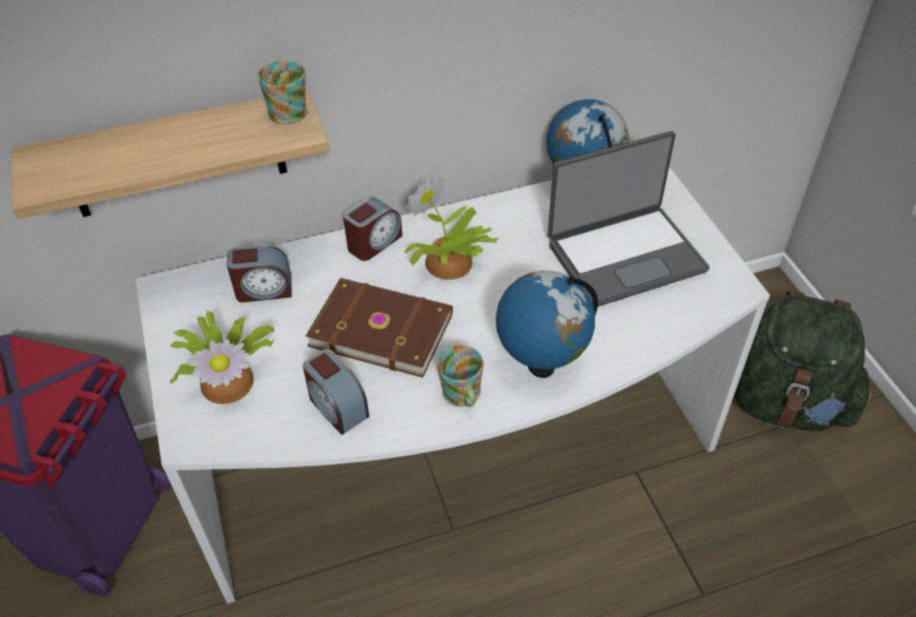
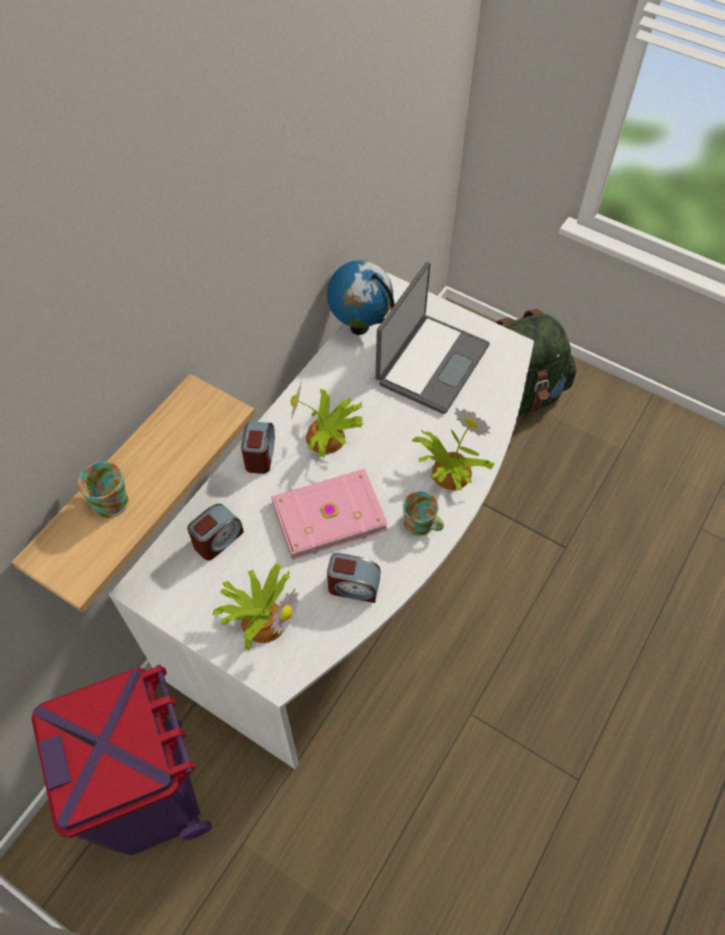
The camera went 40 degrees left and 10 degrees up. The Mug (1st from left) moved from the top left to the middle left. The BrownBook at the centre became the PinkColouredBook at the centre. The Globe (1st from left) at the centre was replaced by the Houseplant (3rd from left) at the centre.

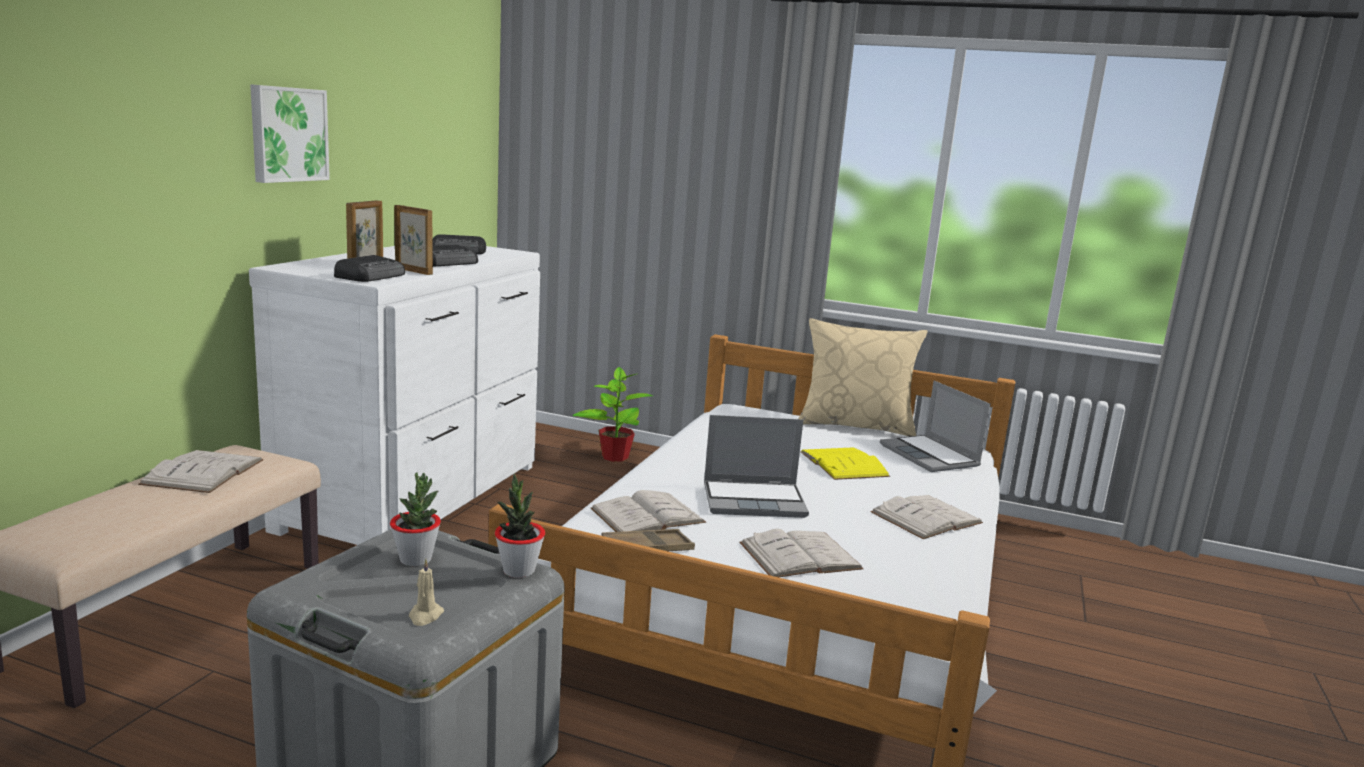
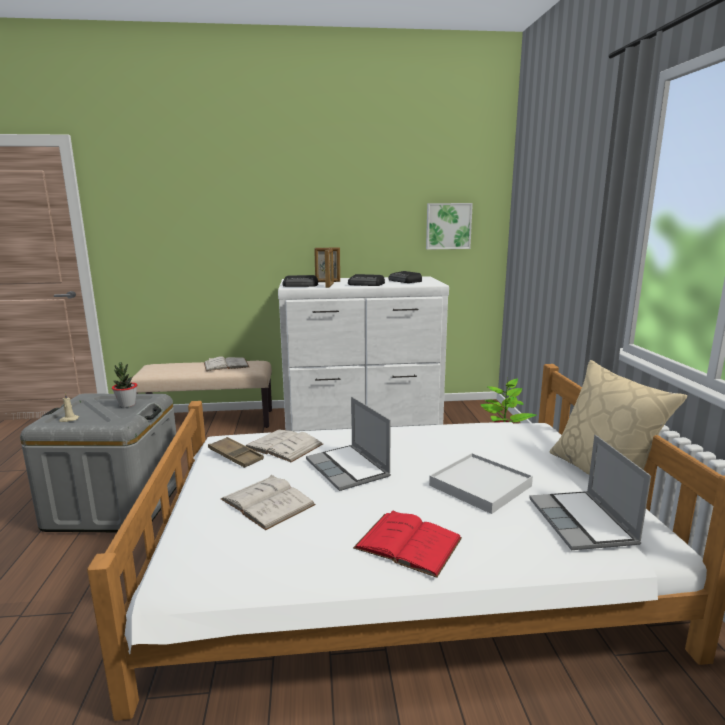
The camera went 65 degrees right and 0 degrees up. The WallArt moved from the top left to the top centre. The Houseplant (2nd from left) at the bottom centre disappeared. The YellowBook at the centre was replaced by the WhiteColouredTray at the centre. The WhiteColouredBook (4th from left) at the bottom right became the ReddishBook at the bottom centre. The PortableComputer (2nd from left) at the middle right turned 45 degrees counterclockwise.

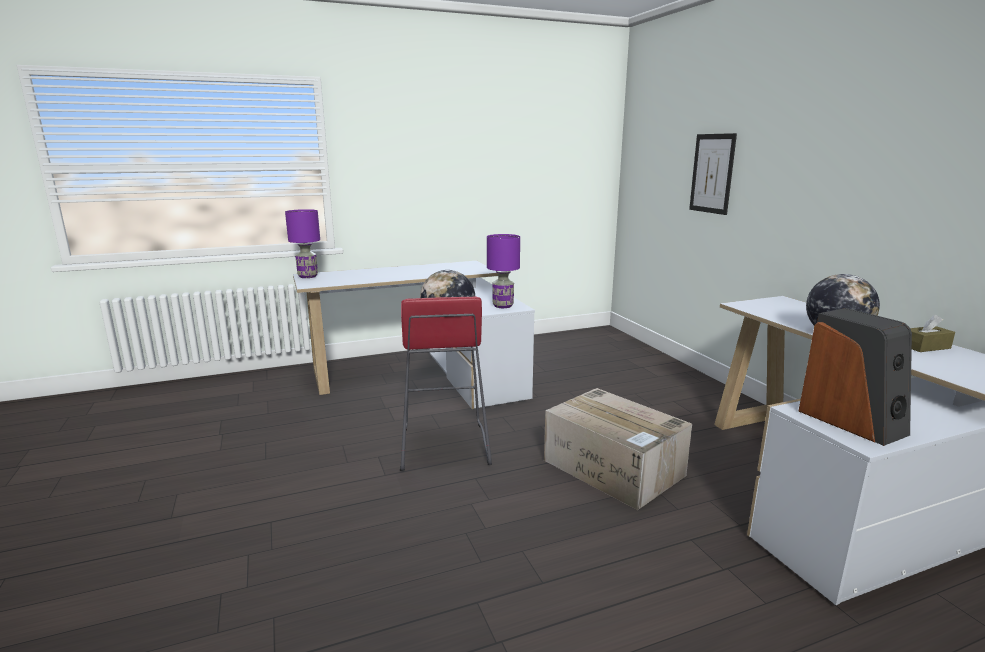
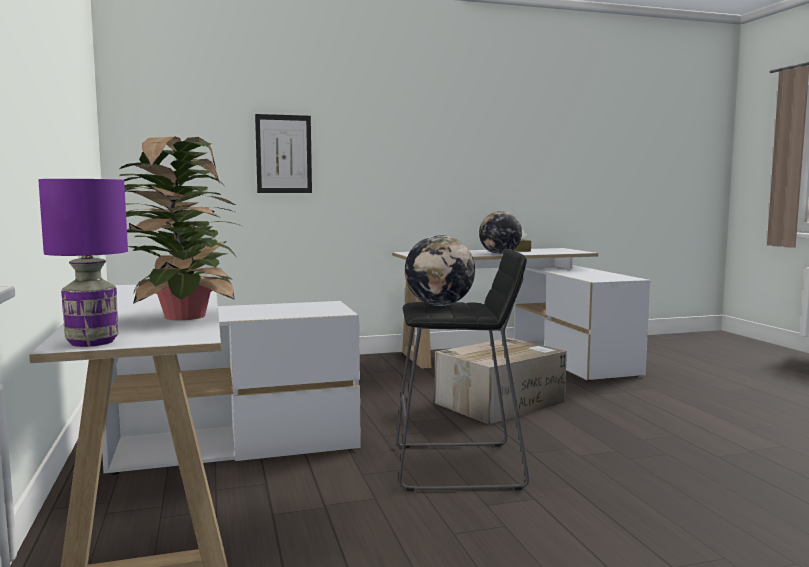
The camera went 85 degrees left and 10 degrees down. The ReddishSittingStool at the centre became the BlackColouredSittingStool at the centre. The PurplishLampForATable (2nd from left) at the centre disappeared. The Speaker at the middle right disappeared. The Houseplant at the middle left appeared.

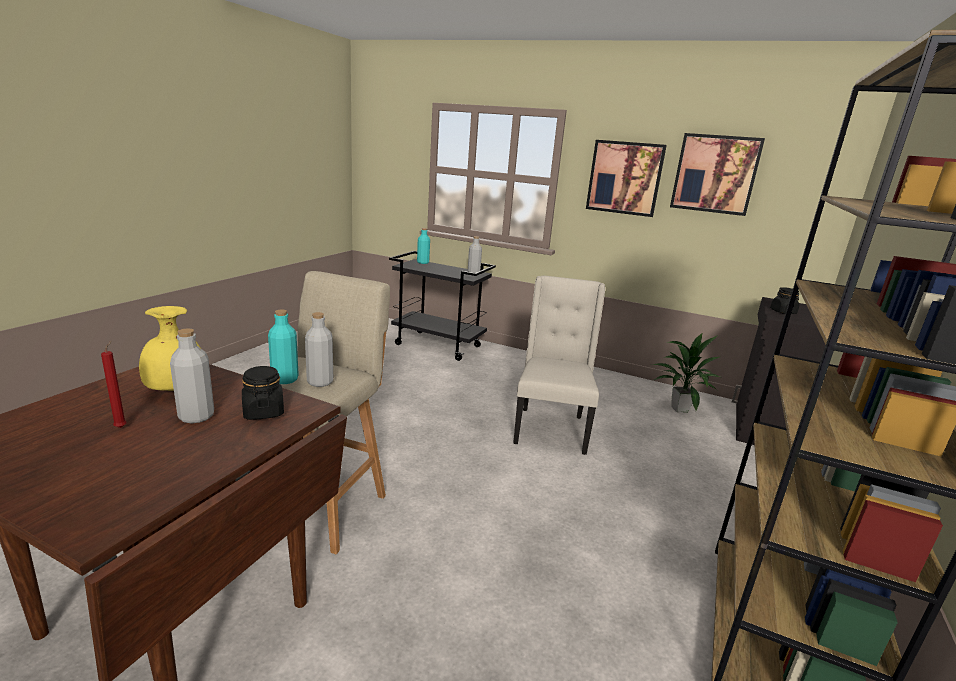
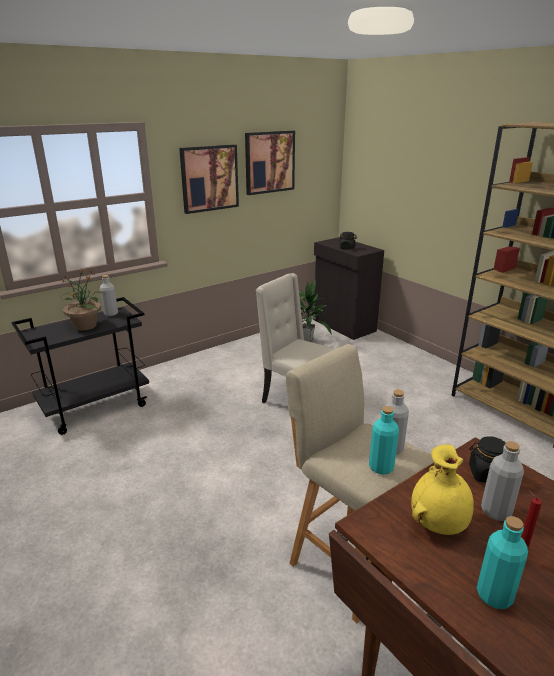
The camera went 60 degrees left and 5 degrees up. The TurquoiseDrinkBottle (2nd from left) moved from the centre to the bottom right. The Houseplant (1st from left) at the middle left appeared.

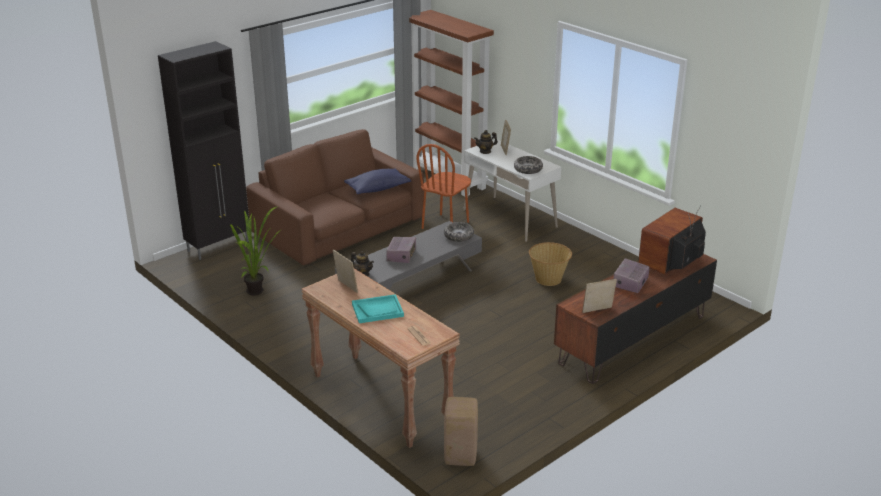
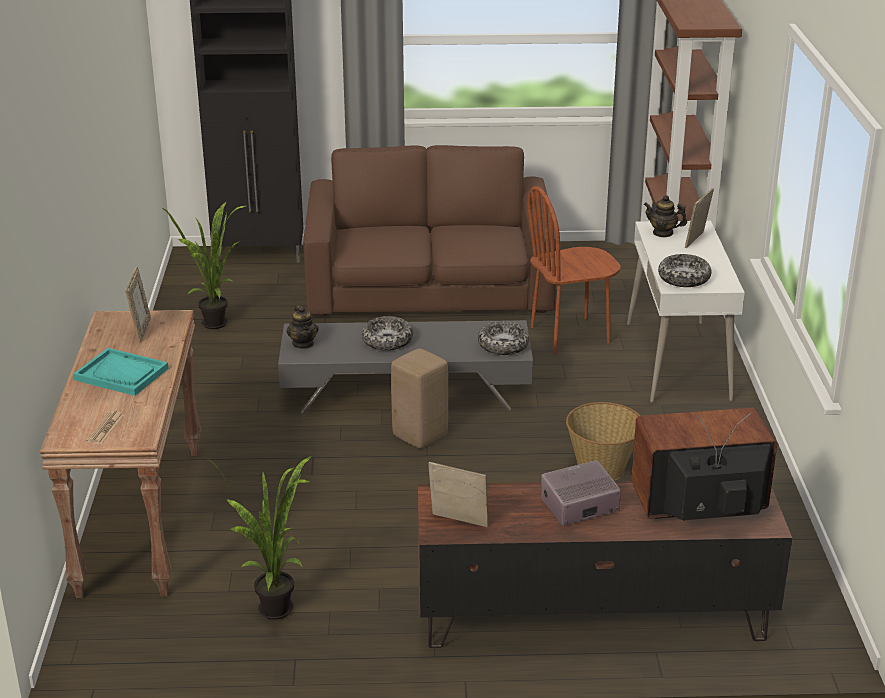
The camera went 40 degrees right and 0 degrees up. The BluishPillow at the centre disappeared. The RadioSet (1st from left) at the centre was replaced by the DeepDish (1st from left) at the centre. The SandColouredSittingStool moved from the bottom centre to the centre. The Houseplant (2nd from left) at the bottom left appeared.

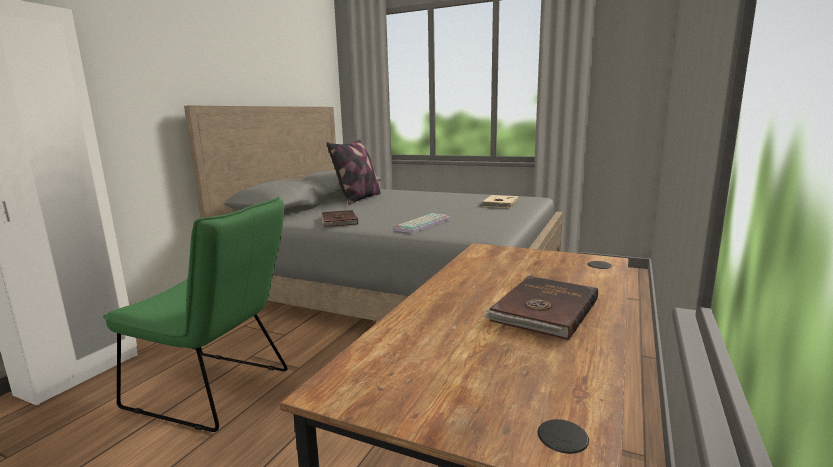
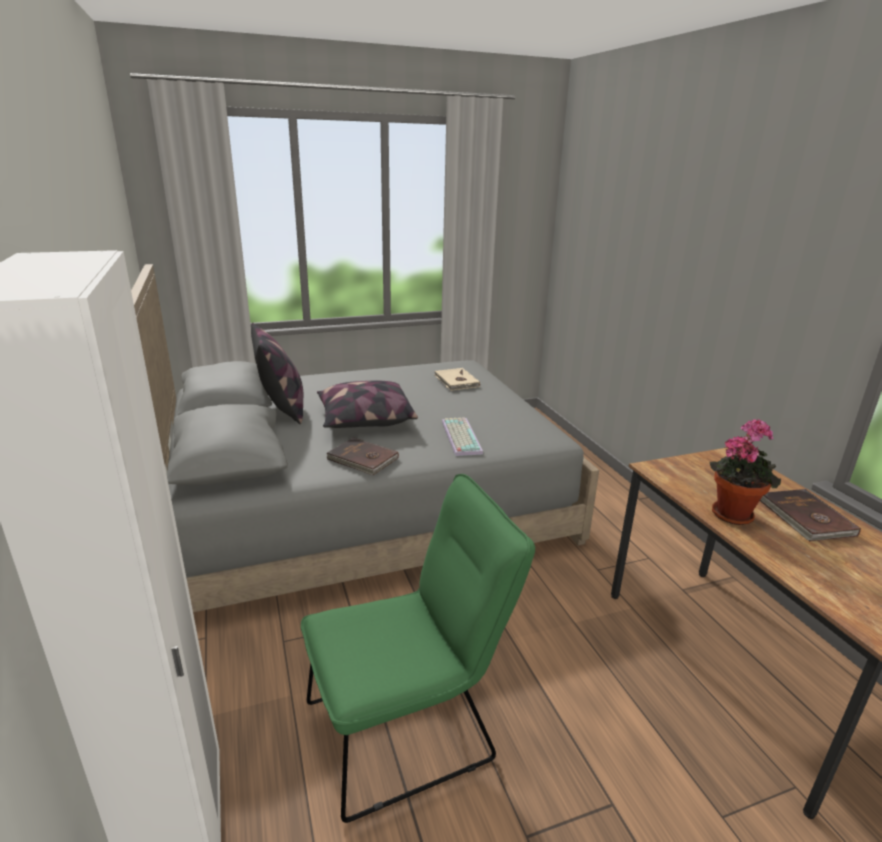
The camera went 45 degrees left and 10 degrees up. The Pillow (2nd from left) at the centre appeared. The Houseplant at the middle right appeared.

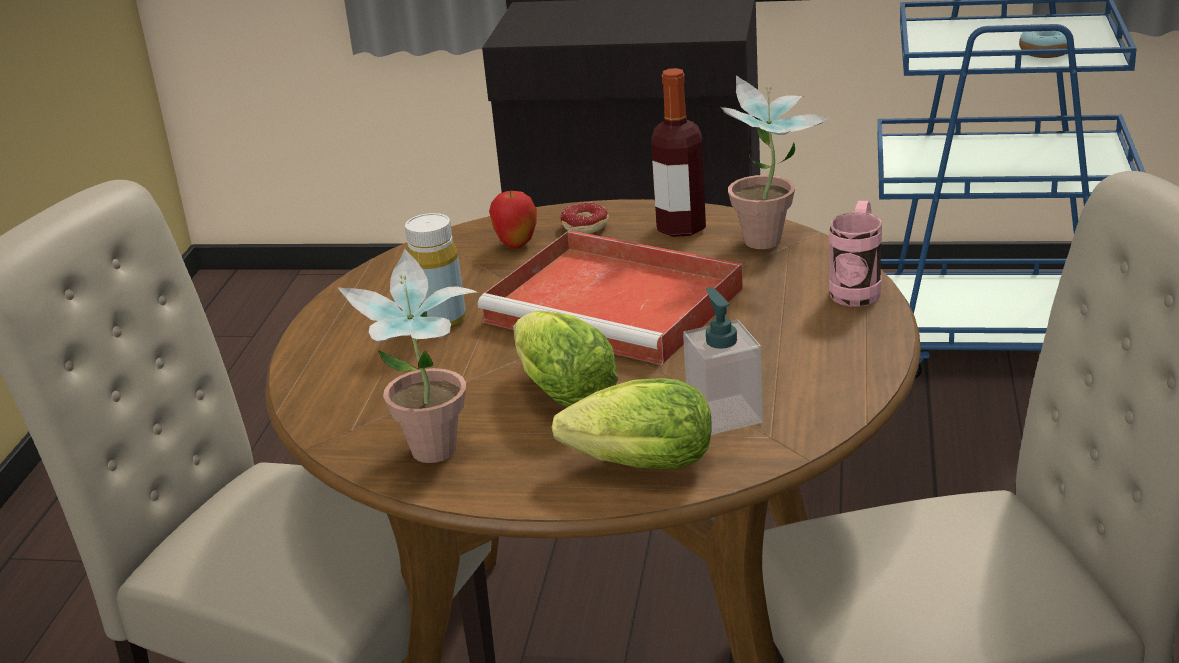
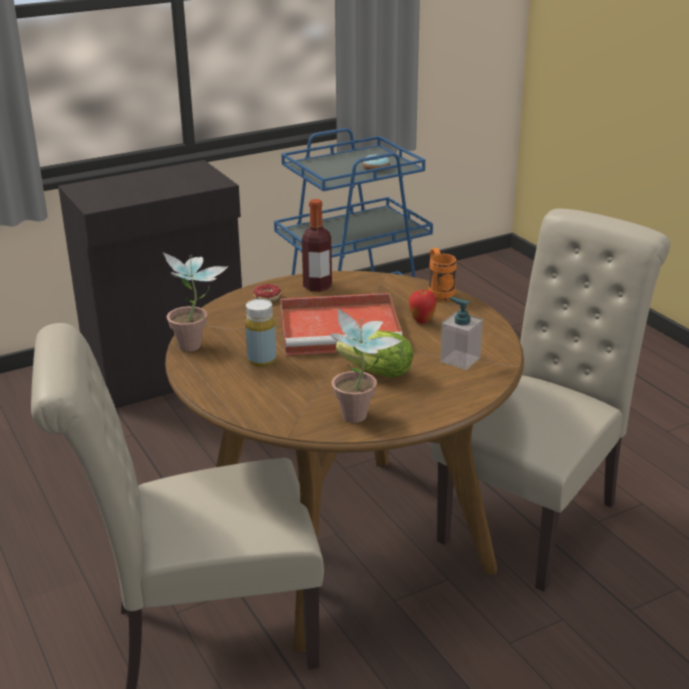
The camera went 40 degrees left and 0 degrees up. The WholeApple moved from the top centre to the centre. The HeadOfLettuce (2nd from left) at the centre disappeared. The Houseplant (2nd from left in the first image) moved from the top centre to the middle left. The PinkColouredMug at the middle right became the OrangeColouredMug at the centre.

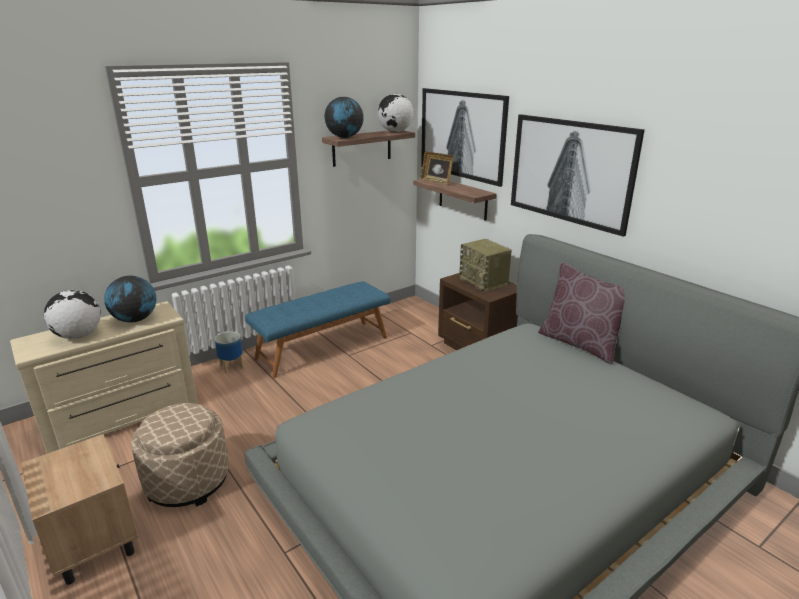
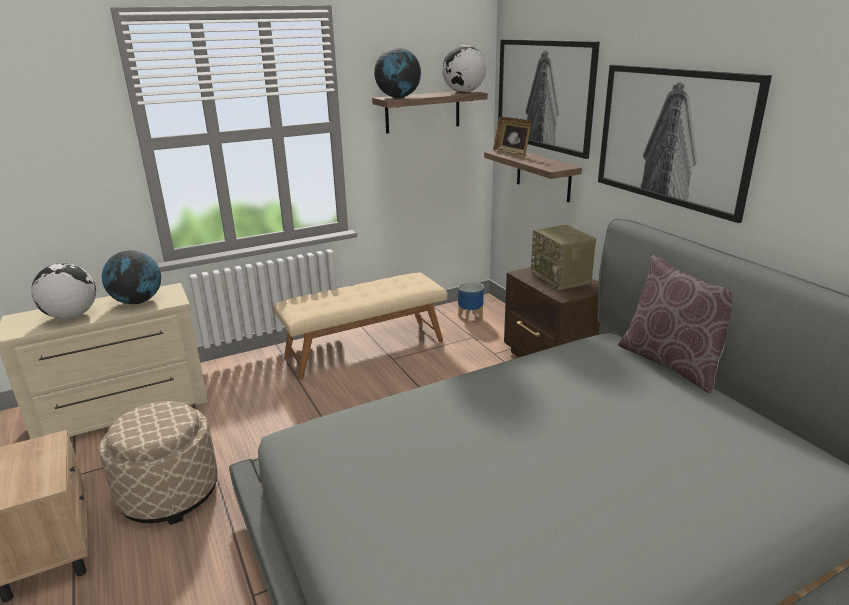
The camera went 10 degrees right and 0 degrees up. The PlantPot moved from the middle left to the centre. The BluishLongSeat at the centre became the SandColouredLongSeat at the centre.

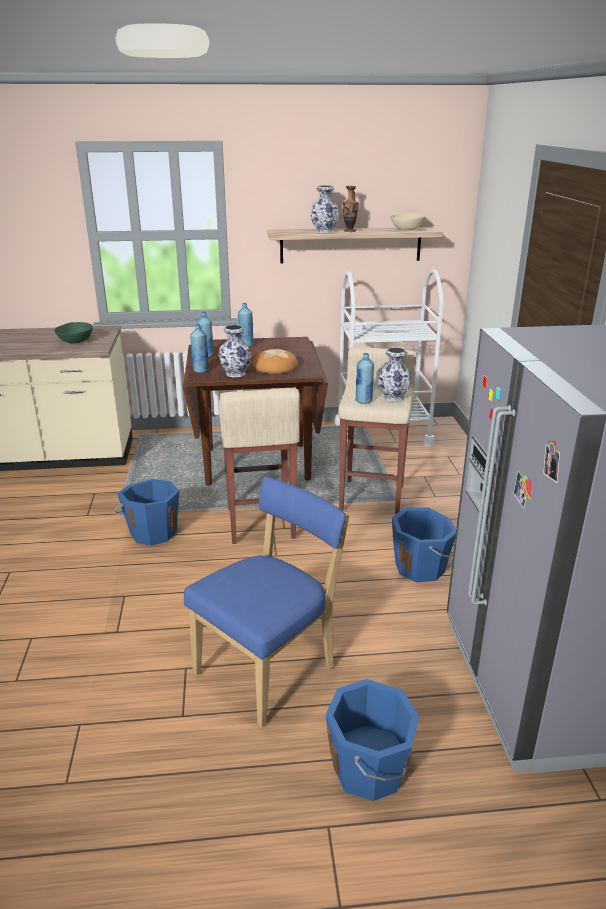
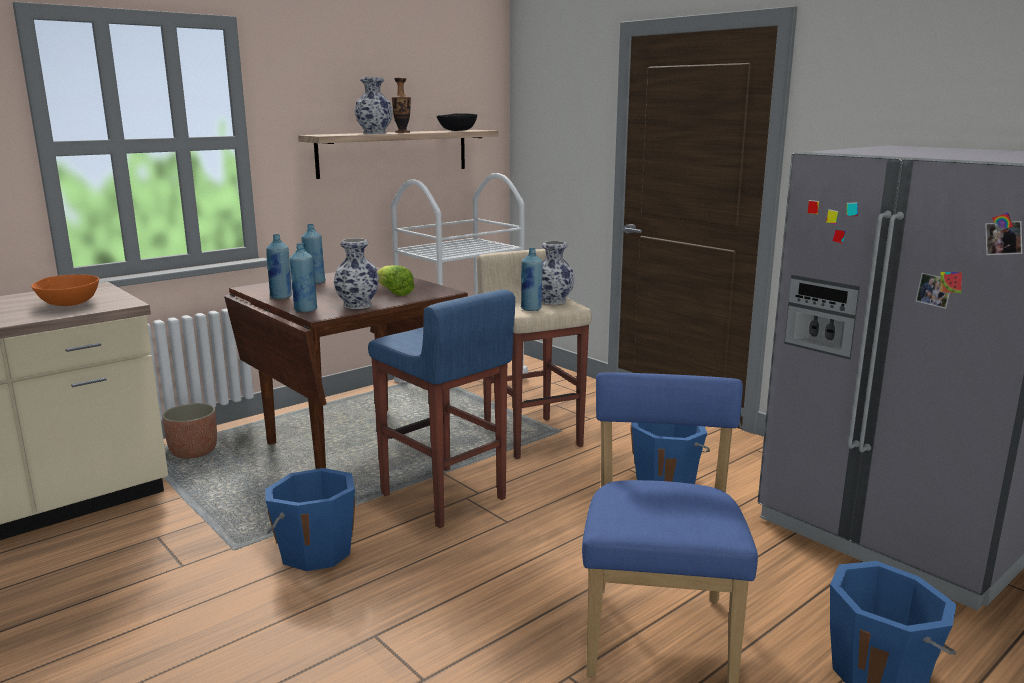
The camera went 35 degrees left and 10 degrees down. The GreenDeepDish at the middle left became the OrangeColouredDeepDish at the middle left. The SandColouredSittingStool (1st from left) at the centre became the BluishSittingStool at the centre. The BakedBread at the centre was replaced by the HeadOfLettuce at the centre. The SandColouredDeepDish at the top right became the BlackColouredDeepDish at the top centre. The PlantPot at the middle left appeared.

